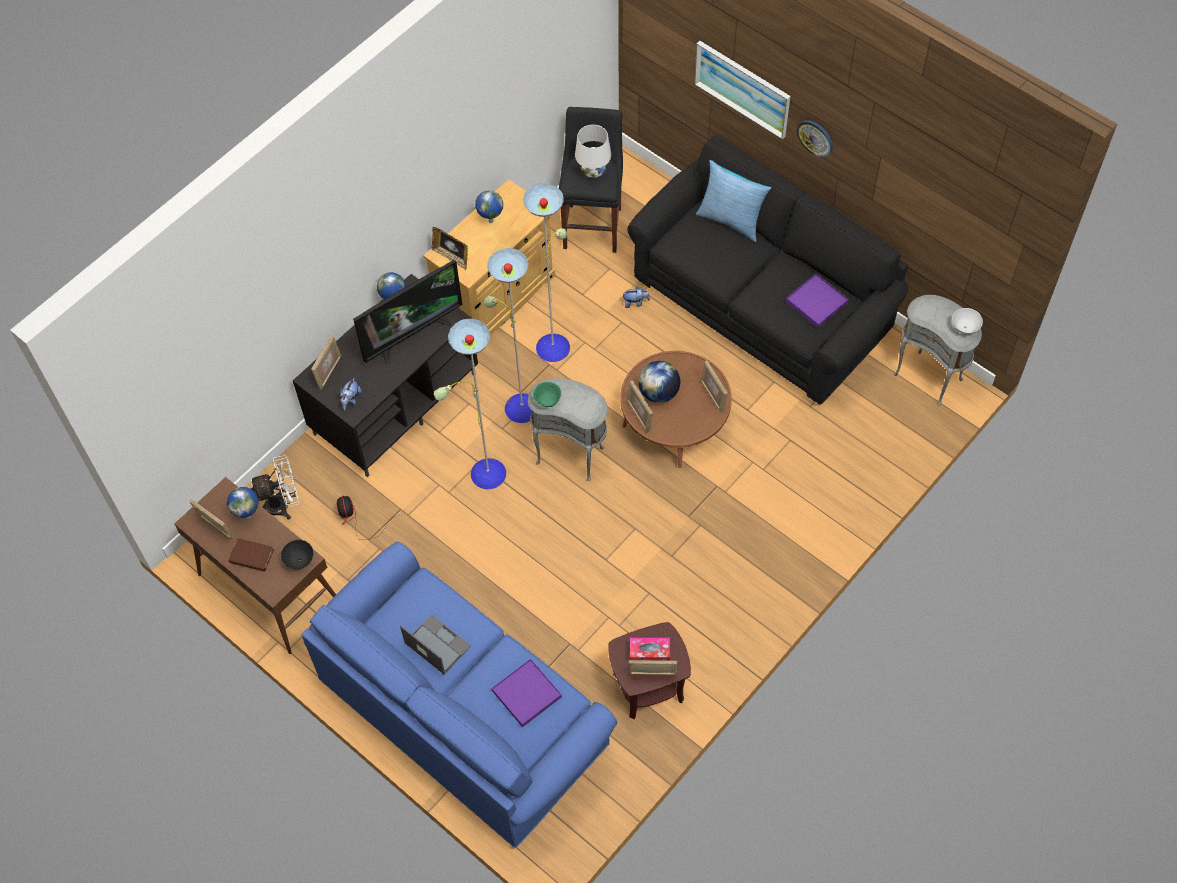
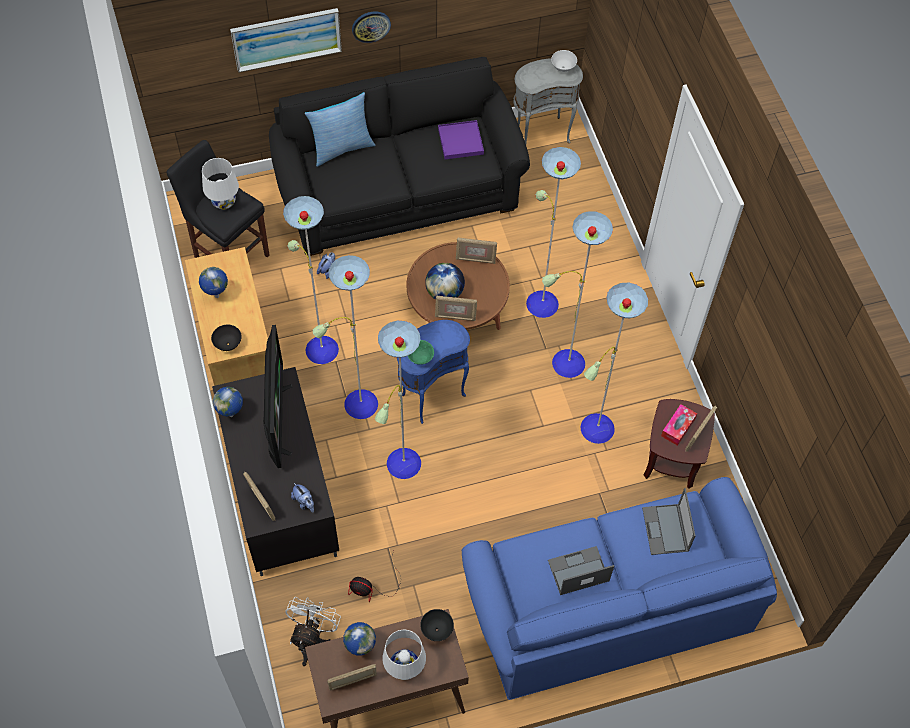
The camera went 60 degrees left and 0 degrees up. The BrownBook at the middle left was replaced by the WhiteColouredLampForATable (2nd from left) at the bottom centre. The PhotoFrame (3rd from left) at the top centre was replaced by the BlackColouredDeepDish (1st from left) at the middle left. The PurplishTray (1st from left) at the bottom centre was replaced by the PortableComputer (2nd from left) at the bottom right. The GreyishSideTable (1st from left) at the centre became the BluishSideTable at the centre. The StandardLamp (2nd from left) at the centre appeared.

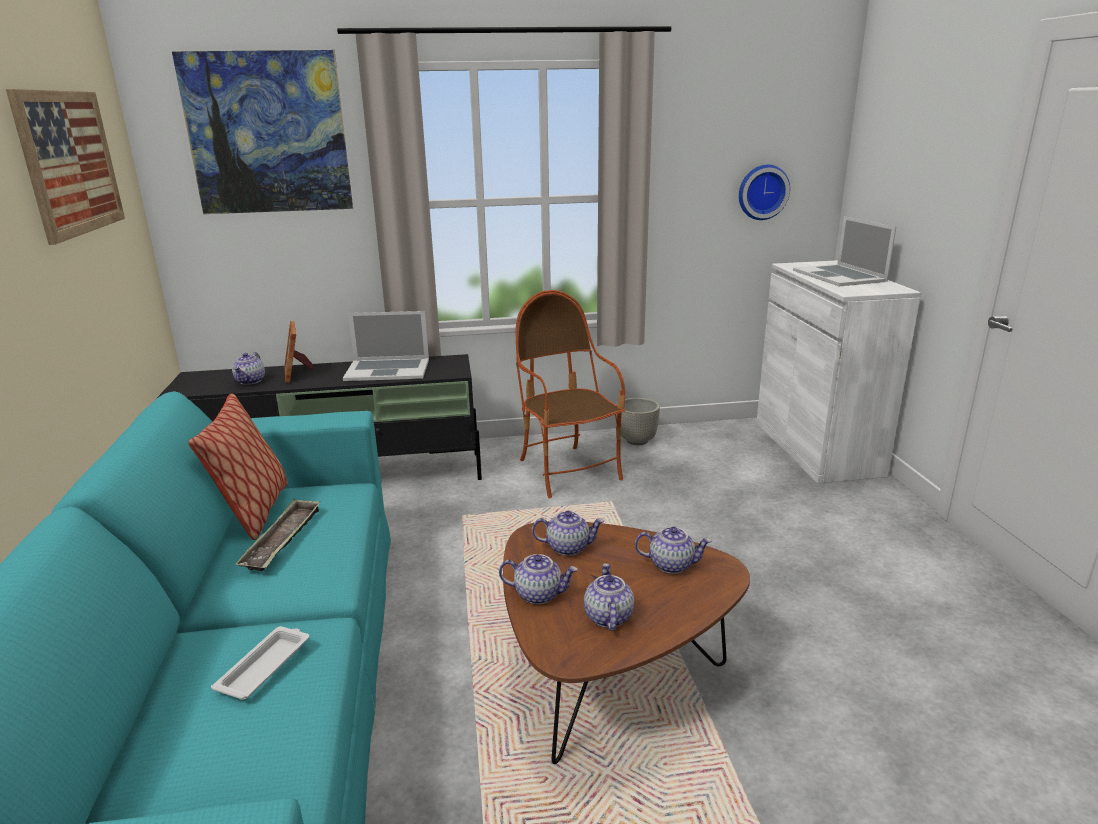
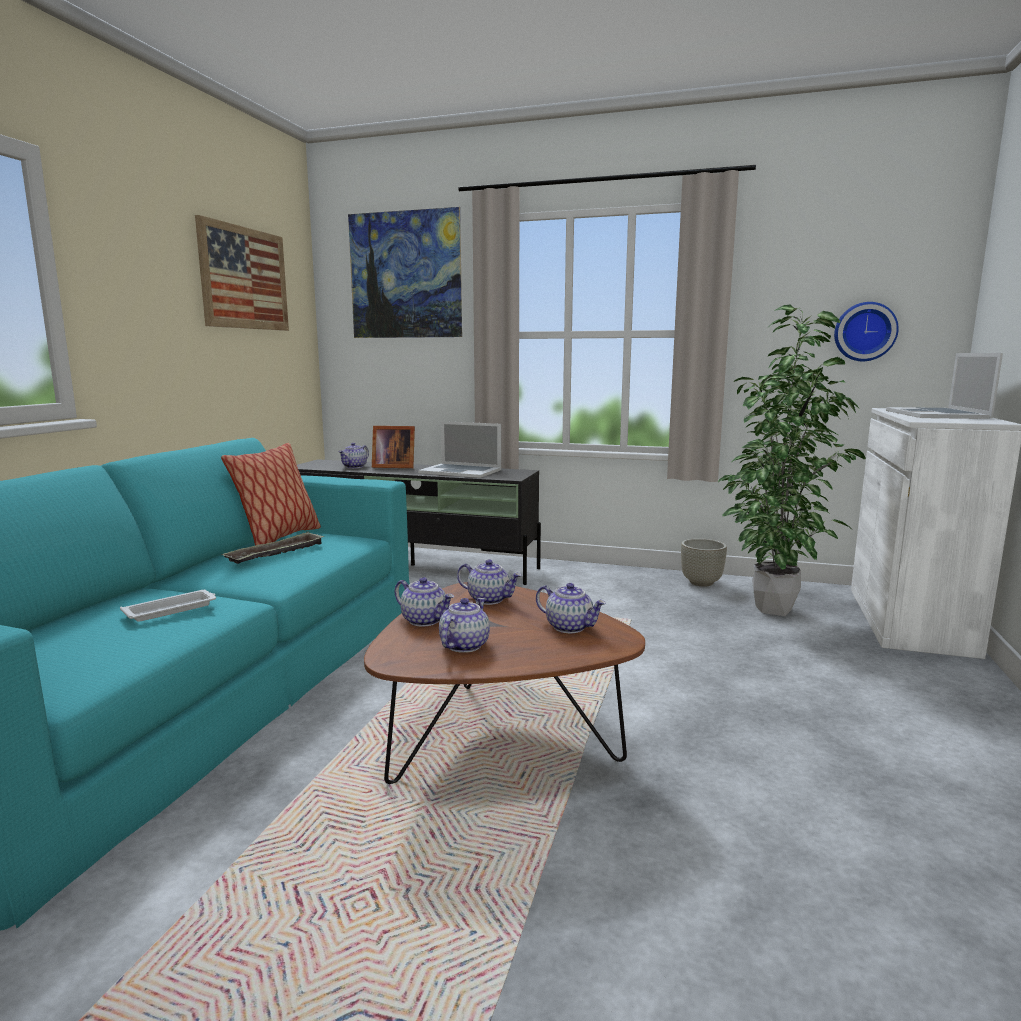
The camera went 25 degrees right and 10 degrees down. The PhotoFrame at the middle left turned 90 degrees counterclockwise. The EasyChair at the centre disappeared. The Houseplant at the middle right appeared.

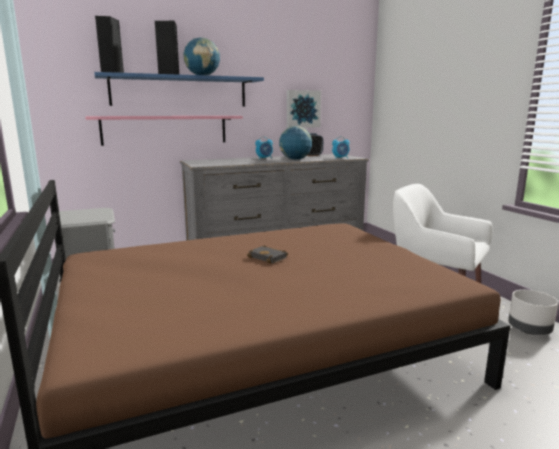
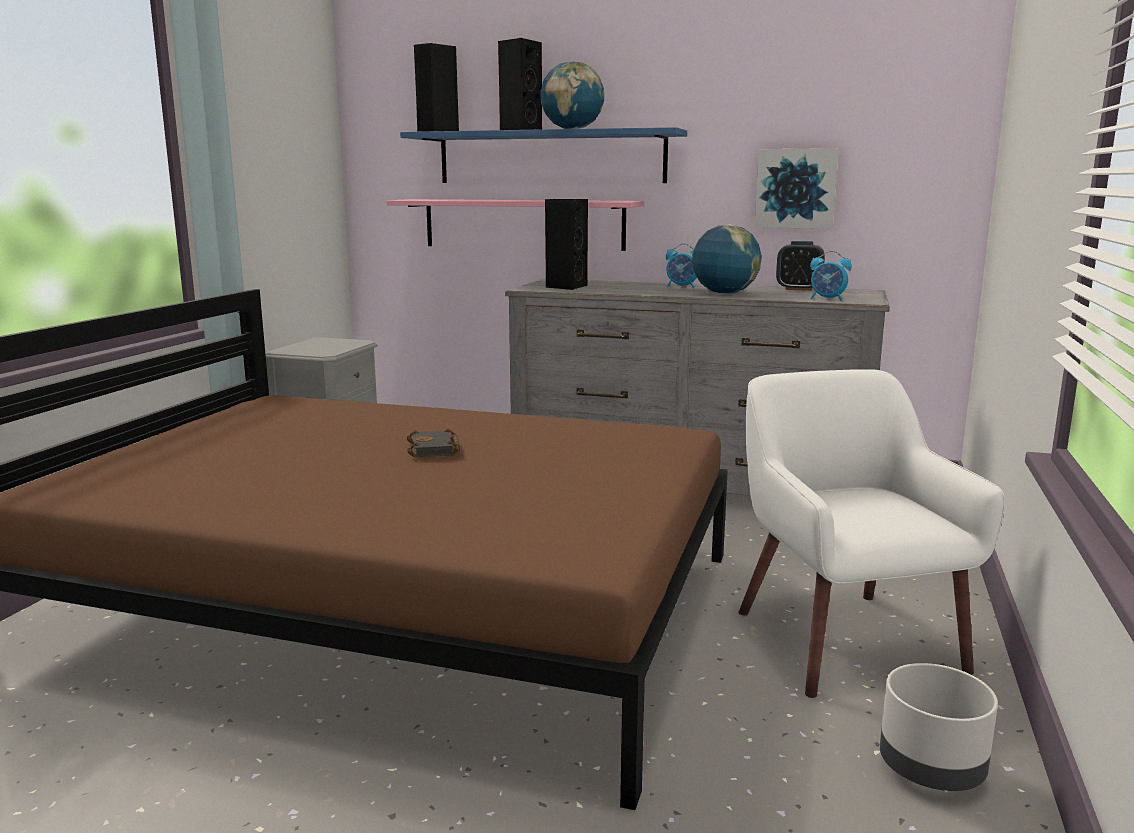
The camera went 40 degrees right and 0 degrees up. The BlackColouredSpeaker (3rd from left) at the top centre appeared.

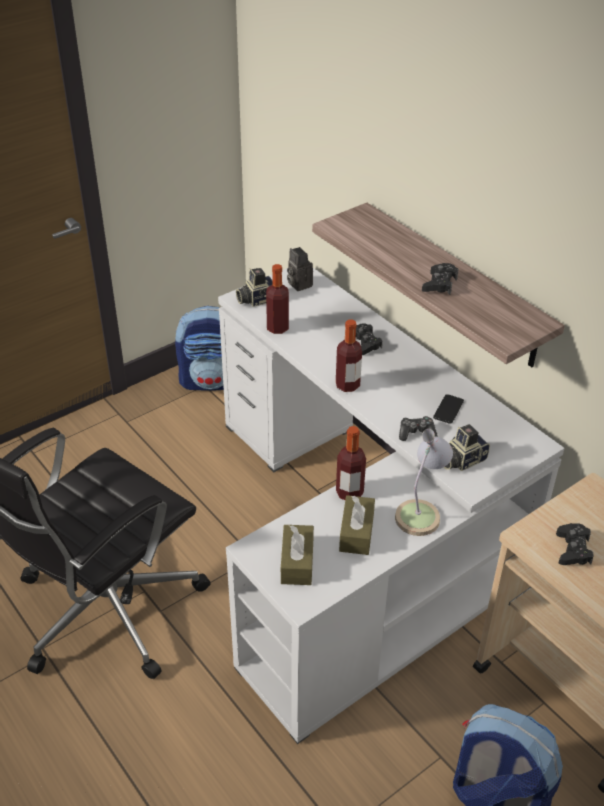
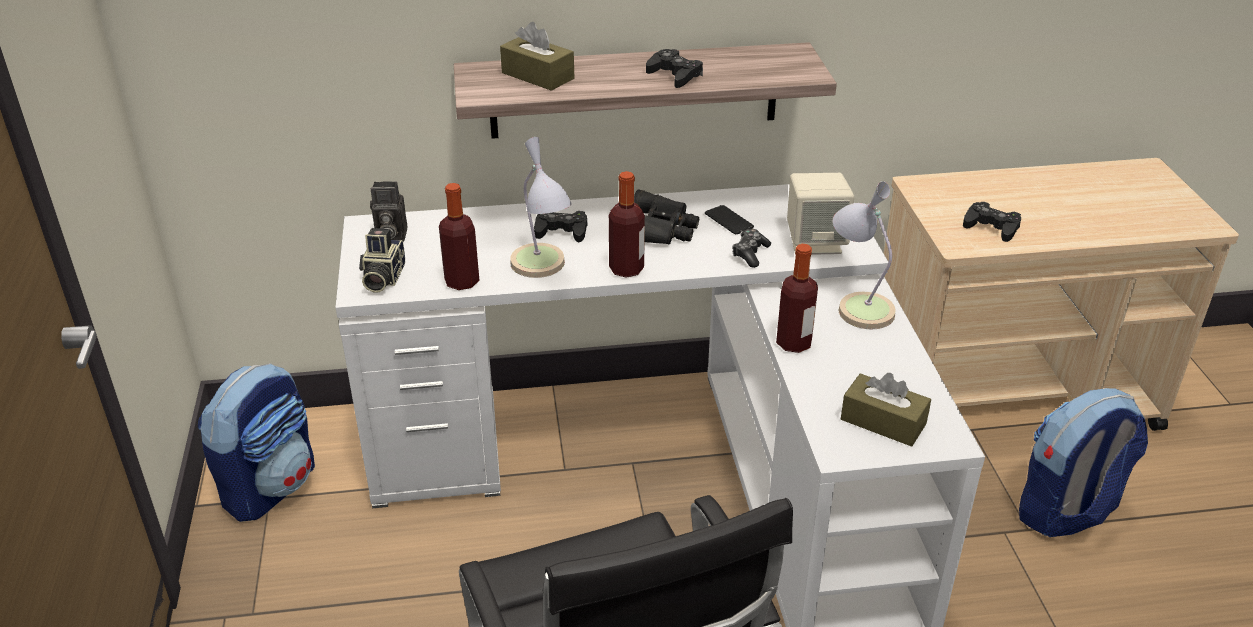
The camera went 60 degrees left and 5 degrees down. The BrownBoxOfTissues (2nd from left in the first image) moved from the centre to the top centre. The StillCamera (3rd from left) at the middle right was replaced by the SandColouredSpeaker at the centre. The LampForATable (1st from left) at the top centre appeared. The BlackColouredFieldGlasses at the centre appeared.

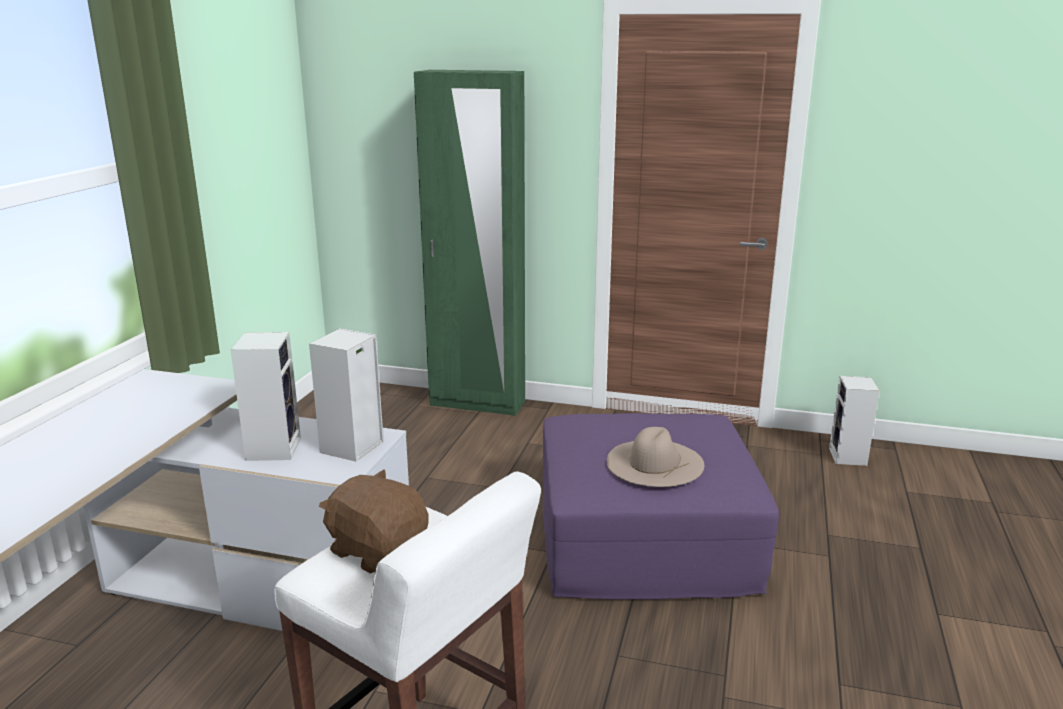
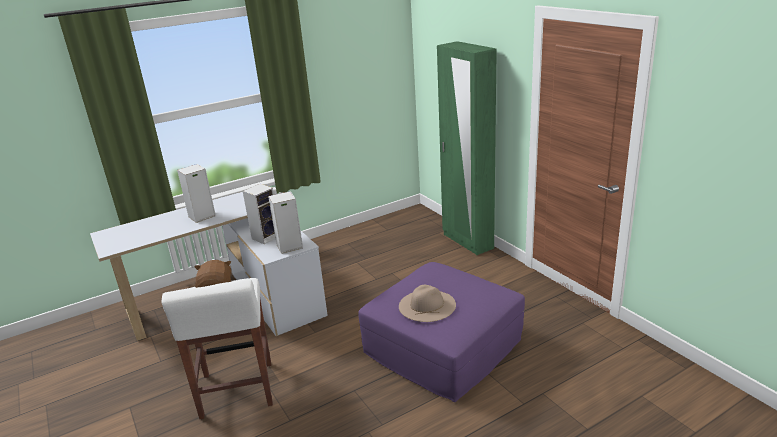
The camera went 45 degrees right and 5 degrees up. The Speaker (3rd from left in the first image) moved from the middle right to the middle left.

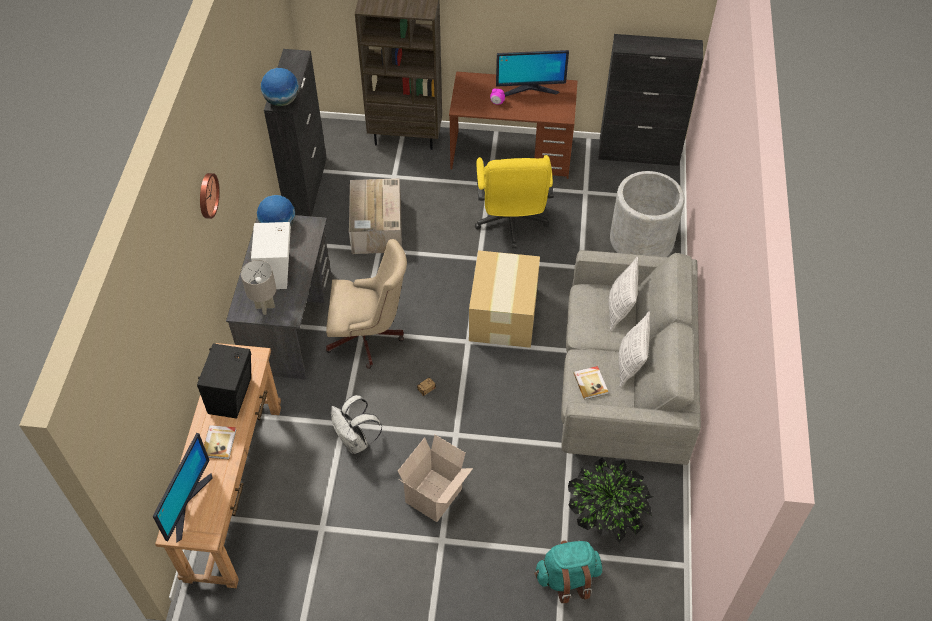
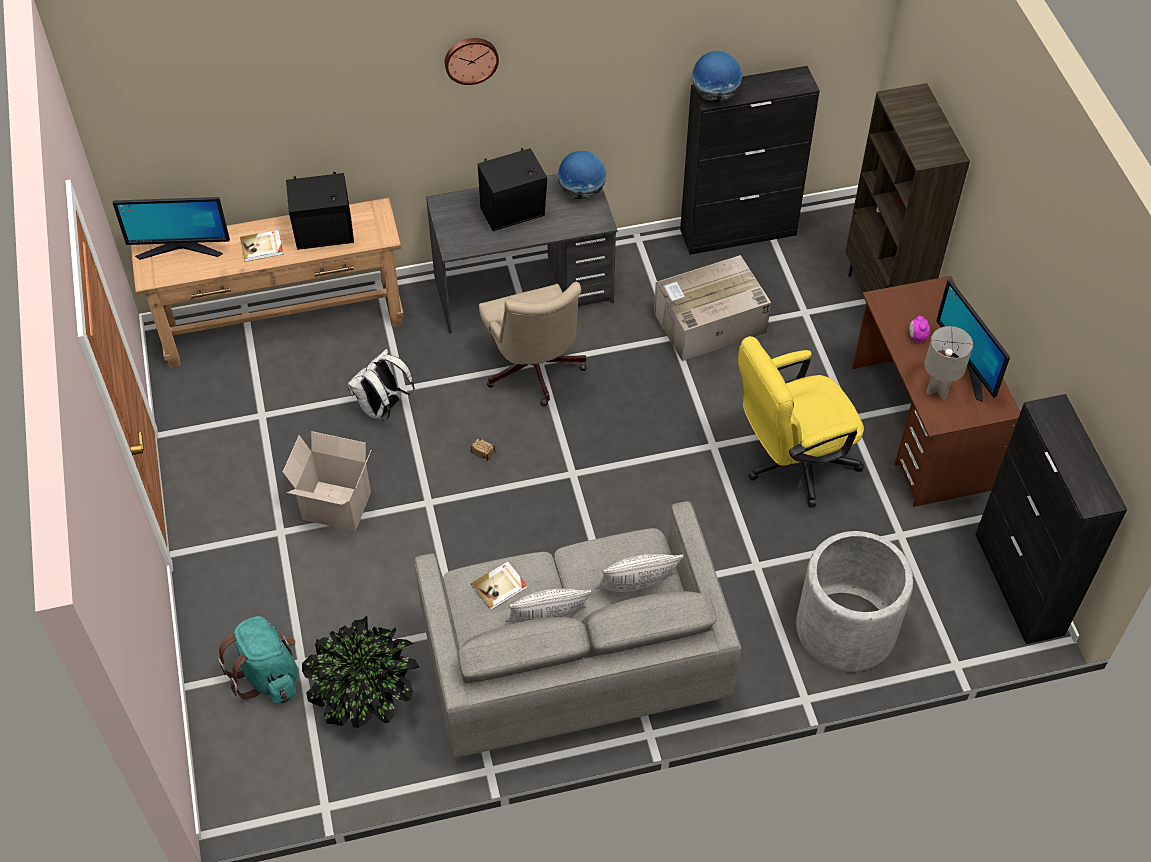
The camera went 70 degrees right and 0 degrees up. The GreyishLampForATable moved from the middle left to the middle right. The WhiteColouredSpeaker at the middle left became the BlackColouredSpeaker (2nd from left) at the top centre. The Carton (3rd from left) at the centre disappeared.

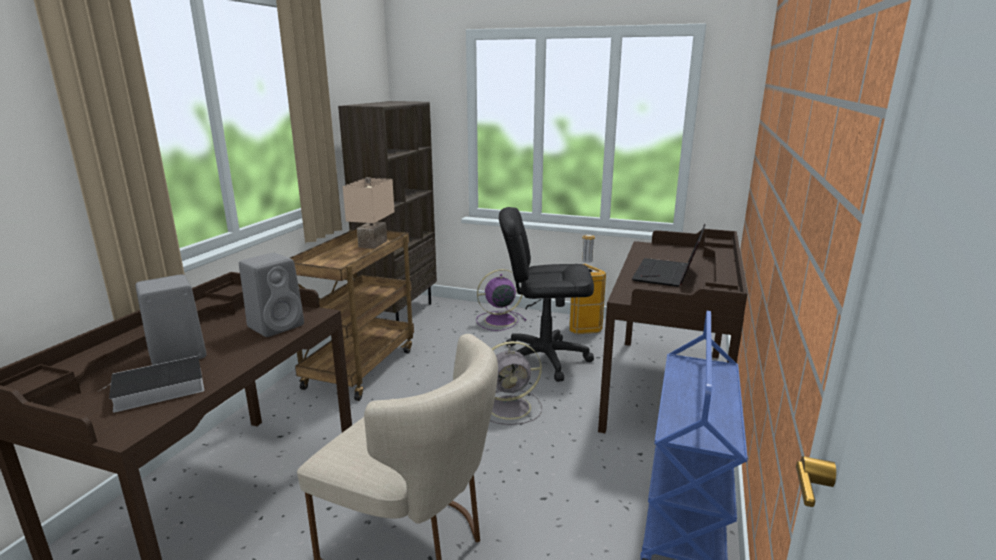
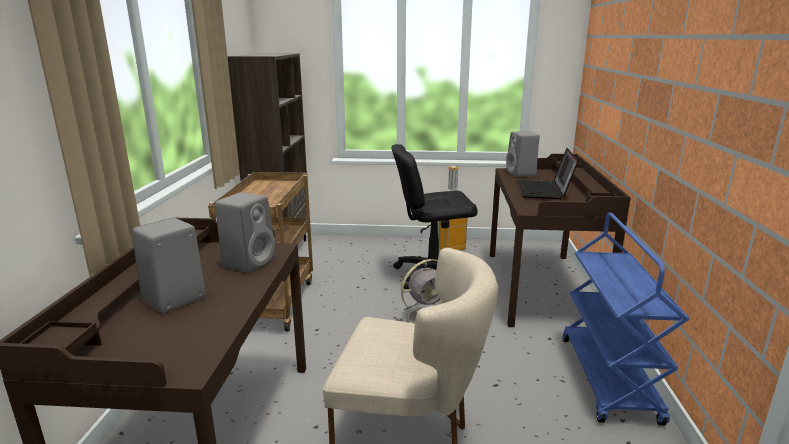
The camera went 15 degrees left and 0 degrees up. The Book at the bottom left disappeared. The SandColouredLampForATable at the centre disappeared. The PurplishFan at the centre disappeared. The GreyishSpeaker (3rd from left) at the centre appeared.

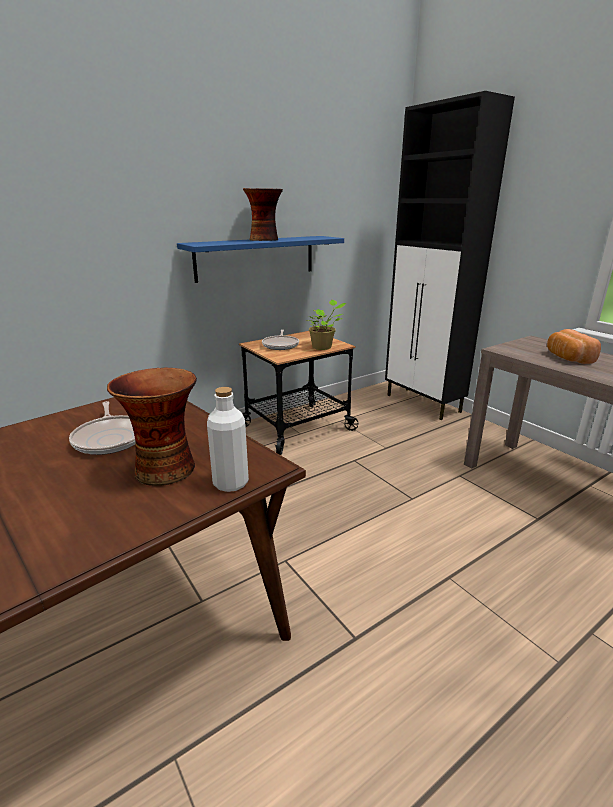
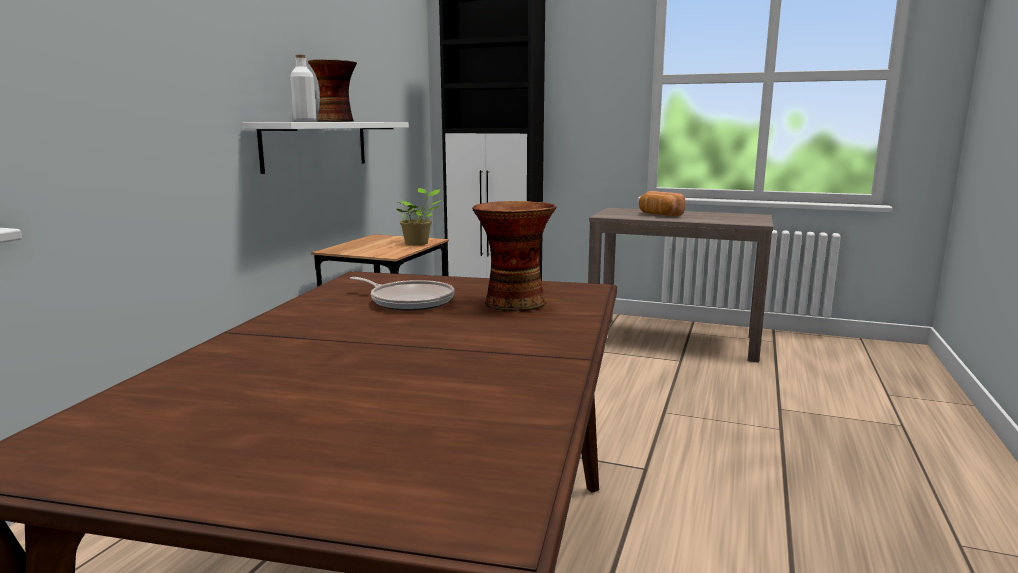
The camera went 35 degrees left and 10 degrees down. The BluishBracketShelf at the top centre became the WhiteColouredBracketShelf at the top left. The WhiteColouredDrinkBottle moved from the centre to the top left. The Pan (2nd from left) at the centre disappeared.

